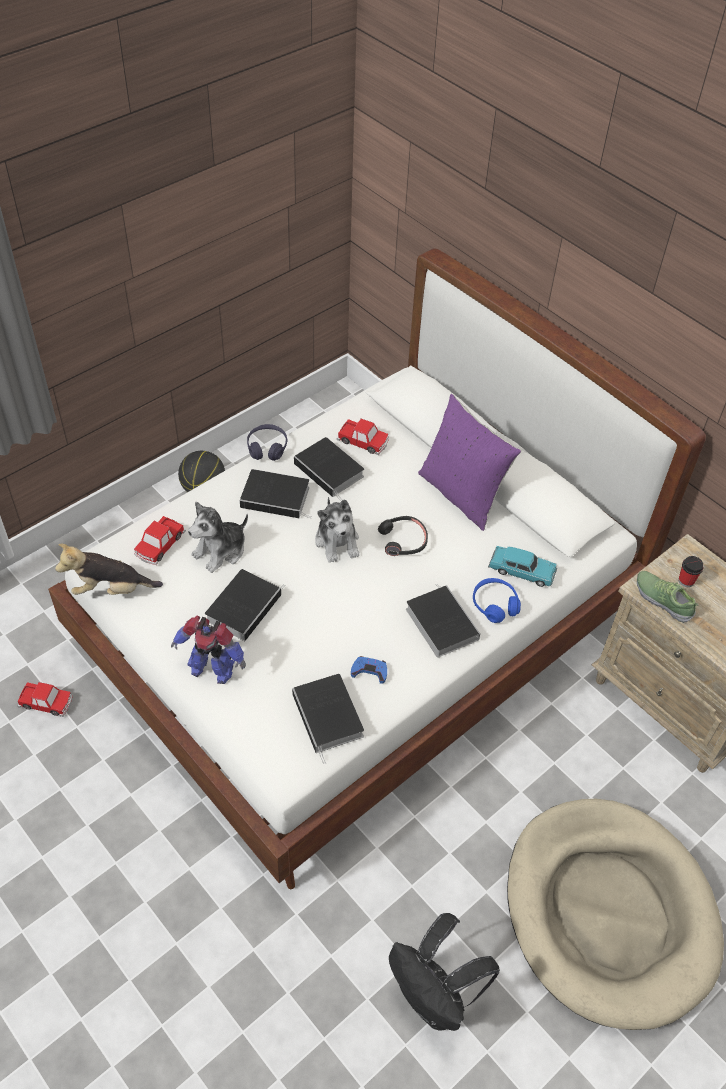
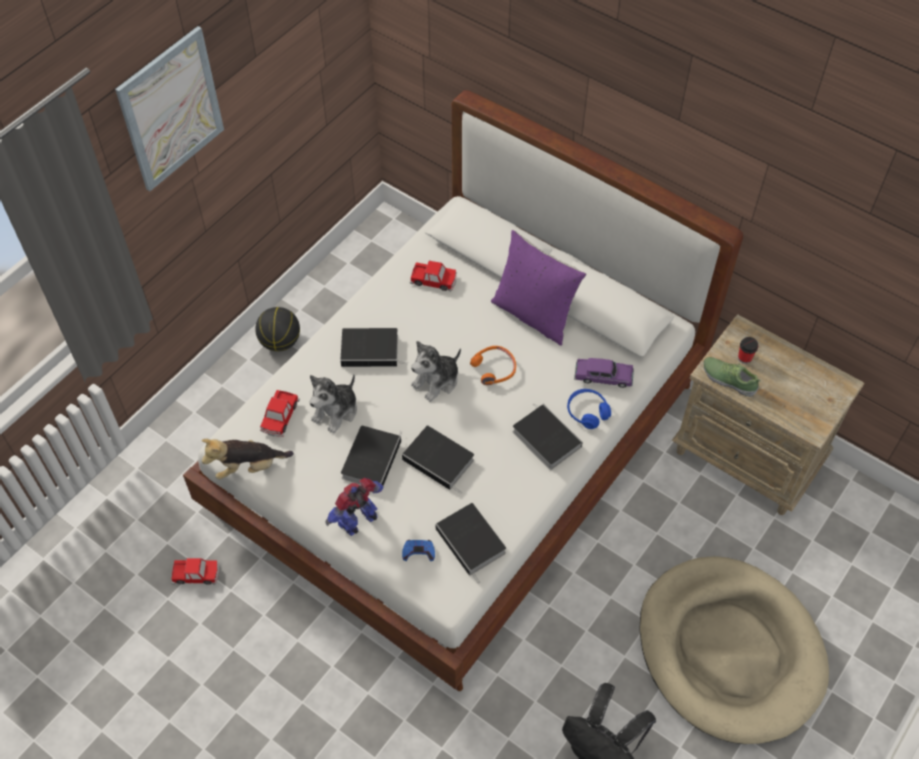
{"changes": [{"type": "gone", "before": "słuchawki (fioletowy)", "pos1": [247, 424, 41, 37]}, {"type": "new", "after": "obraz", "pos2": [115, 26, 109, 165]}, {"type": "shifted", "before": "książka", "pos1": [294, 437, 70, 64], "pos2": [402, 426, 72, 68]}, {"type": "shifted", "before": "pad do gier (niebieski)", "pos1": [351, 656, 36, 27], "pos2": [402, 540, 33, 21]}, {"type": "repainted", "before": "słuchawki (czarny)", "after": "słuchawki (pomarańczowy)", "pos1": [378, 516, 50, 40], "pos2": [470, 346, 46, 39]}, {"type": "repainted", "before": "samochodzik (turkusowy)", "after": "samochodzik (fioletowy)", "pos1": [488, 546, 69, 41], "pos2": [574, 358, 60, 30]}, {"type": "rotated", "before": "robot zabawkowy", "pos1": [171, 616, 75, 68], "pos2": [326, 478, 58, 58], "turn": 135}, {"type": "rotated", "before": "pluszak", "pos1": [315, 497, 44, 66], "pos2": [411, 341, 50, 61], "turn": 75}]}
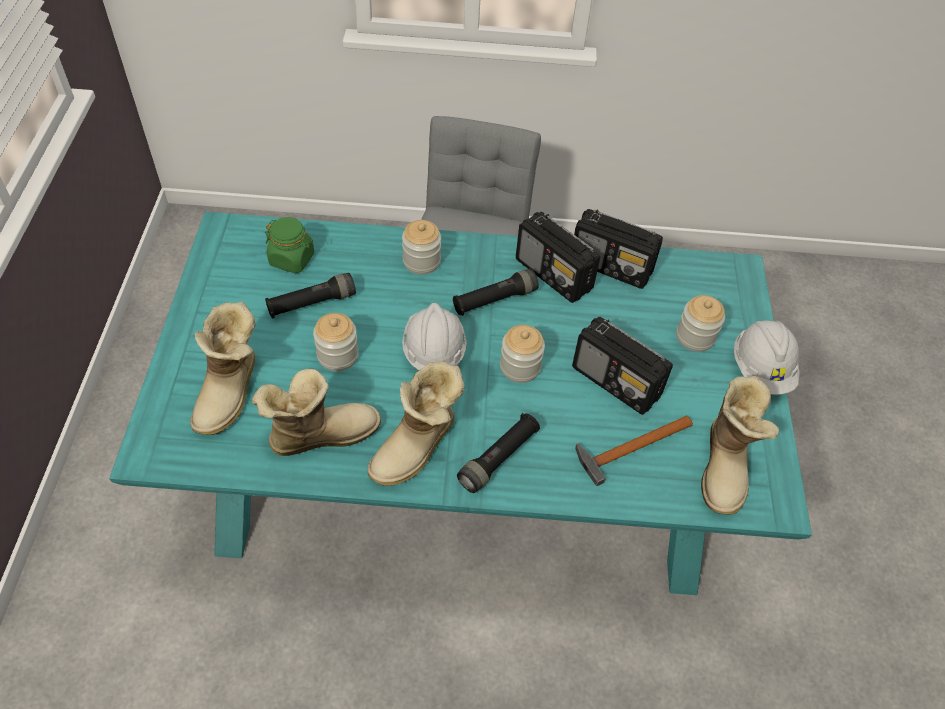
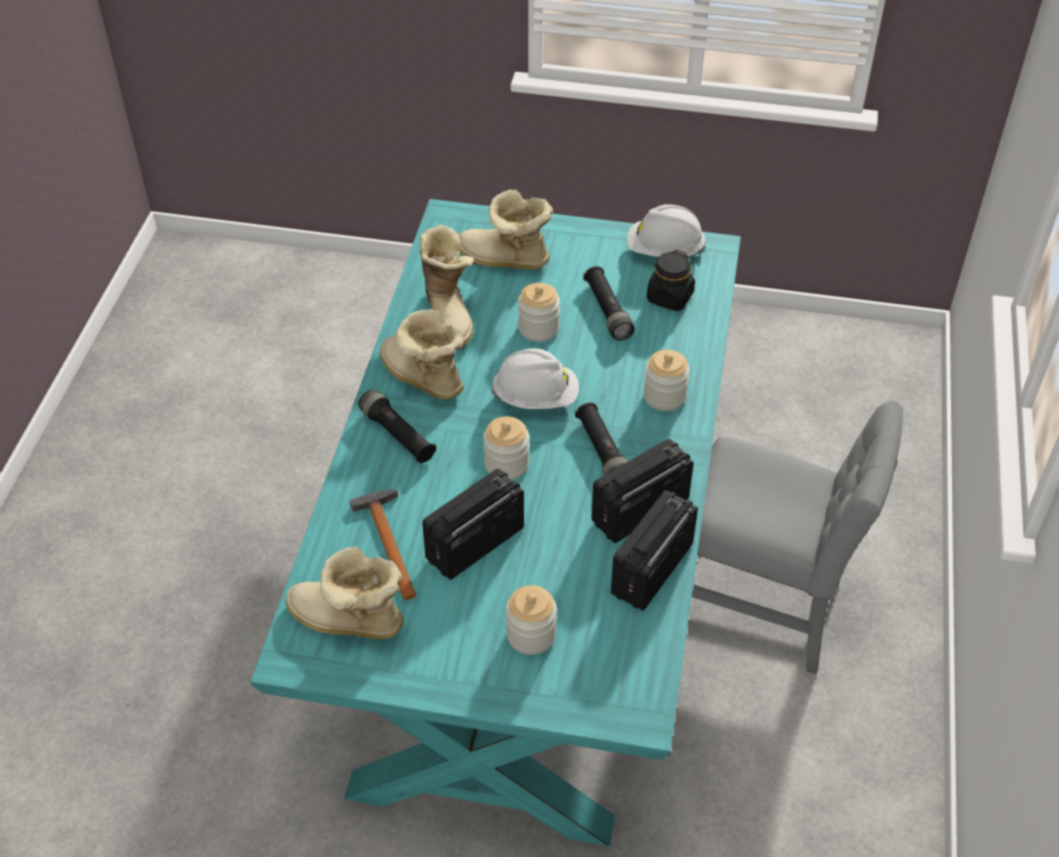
{"changes": [{"type": "shifted", "before": "kask (biały)", "pos1": [734, 320, 66, 75], "pos2": [627, 204, 79, 53]}, {"type": "repainted", "before": "słoik (zielony)", "after": "słoik (czarny)", "pos1": [265, 217, 49, 56], "pos2": [647, 250, 48, 61]}]}
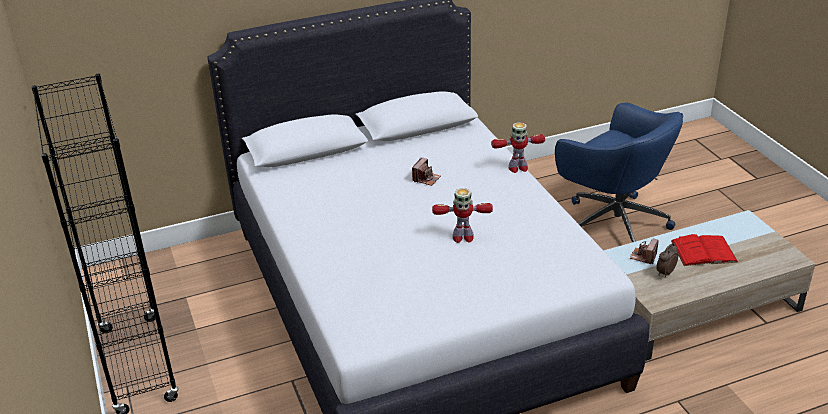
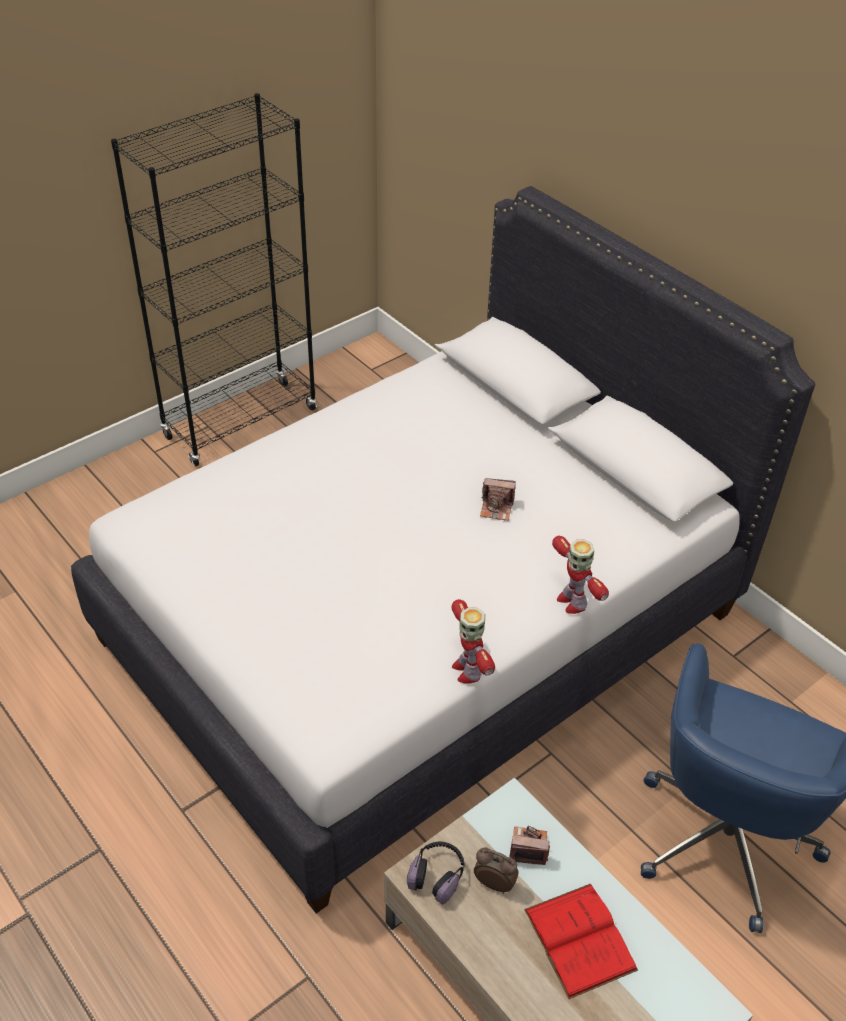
{"changes": [{"type": "new", "after": "słuchawki", "pos2": [407, 842, 57, 63]}, {"type": "shifted", "before": "robot zabawkowy", "pos1": [432, 188, 61, 55], "pos2": [452, 599, 43, 85]}]}
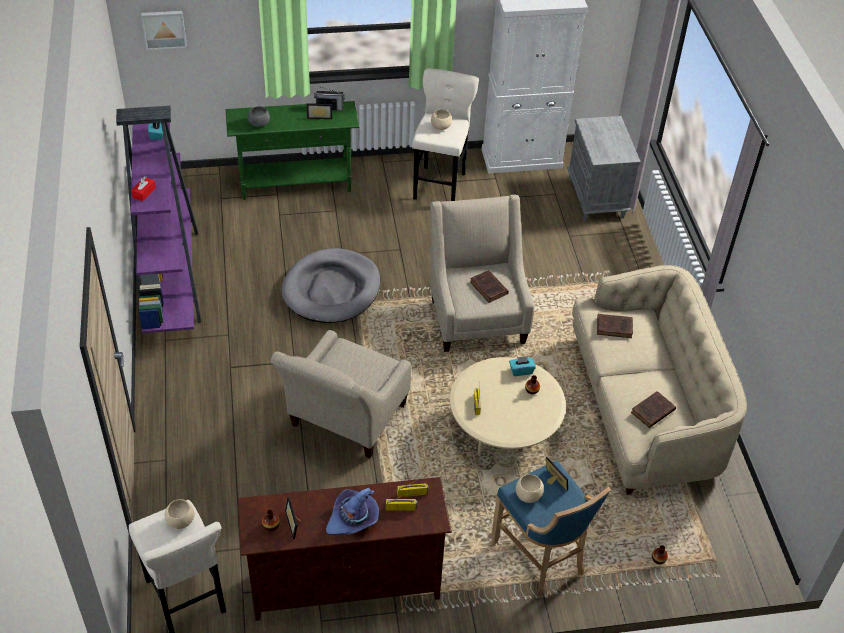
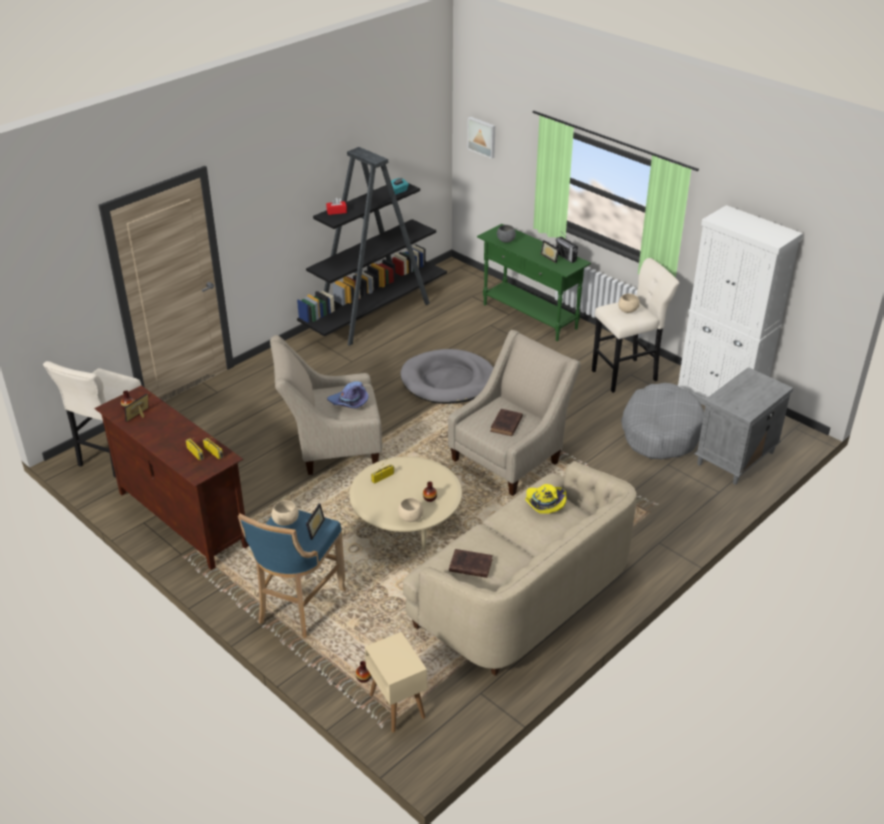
{"changes": [{"type": "gone", "before": "pudełko chusteczek (turkusowy)", "pos1": [509, 356, 27, 20]}, {"type": "new", "after": "stolik (beżowy)", "pos2": [365, 632, 62, 101]}, {"type": "new", "after": "legowisko (szary)", "pos2": [621, 383, 83, 76]}, {"type": "shifted", "before": "miska (beżowy)", "pos1": [164, 499, 30, 30], "pos2": [398, 498, 26, 24]}, {"type": "shifted", "before": "kapelusz (fioletowy)", "pos1": [326, 488, 53, 47], "pos2": [327, 381, 42, 27]}, {"type": "swapped", "before": "książka (brązowy)", "after": "kapelusz (żółty)", "pos1": [597, 314, 36, 24], "pos2": [525, 484, 41, 30]}, {"type": "repainted", "before": "regał (fioletowy)", "after": "regał (czarny)", "pos1": [116, 106, 85, 228], "pos2": [297, 147, 150, 199]}]}
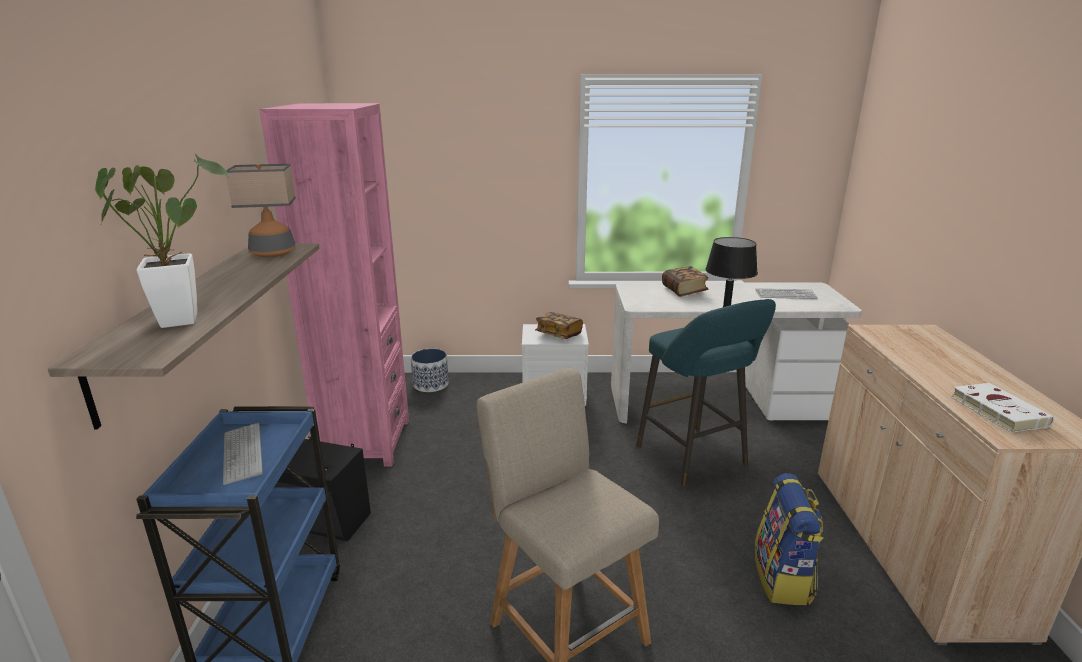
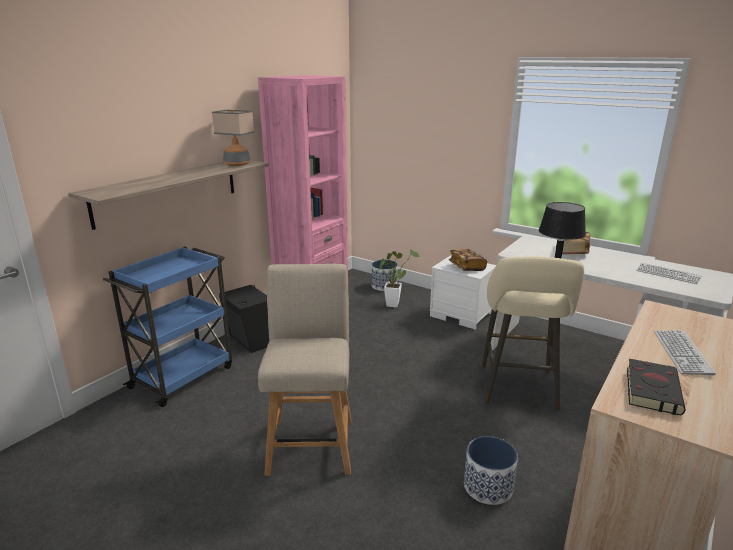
{"changes": [{"type": "shifted", "before": "roślina doniczkowa", "pos1": [95, 154, 135, 174], "pos2": [379, 249, 41, 58]}, {"type": "shifted", "before": "klawiatura", "pos1": [223, 423, 40, 62], "pos2": [654, 330, 62, 45]}, {"type": "swapped", "before": "plecak", "after": "donica", "pos1": [755, 473, 68, 132], "pos2": [464, 436, 54, 69]}, {"type": "repainted", "before": "stołek (turkusowy)", "after": "stołek (beżowy)", "pos1": [636, 299, 140, 187], "pos2": [482, 257, 102, 153]}, {"type": "repainted", "before": "książka (biały)", "after": "książka (czarny)", "pos1": [951, 383, 103, 49], "pos2": [627, 359, 59, 56]}]}
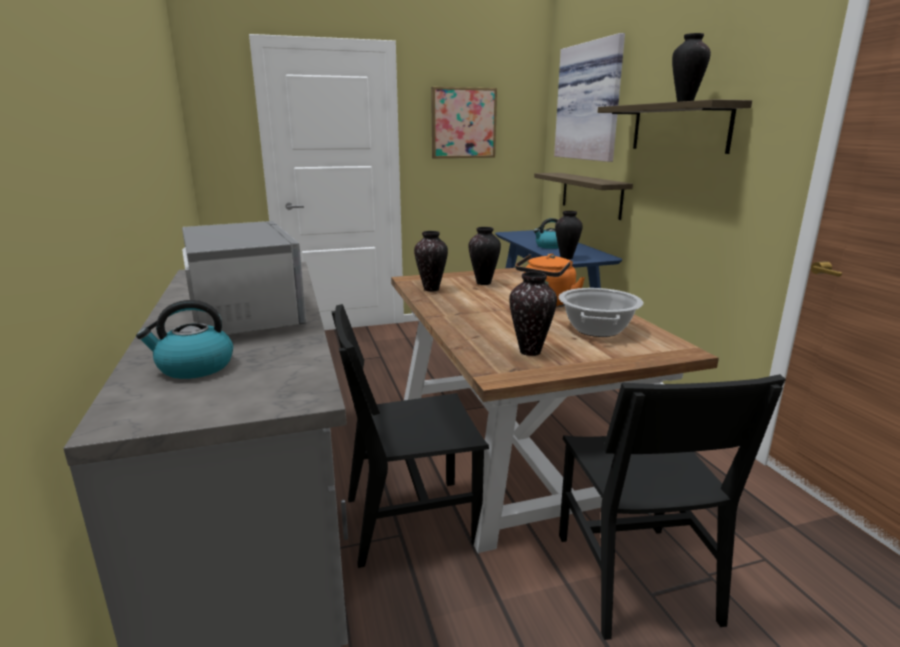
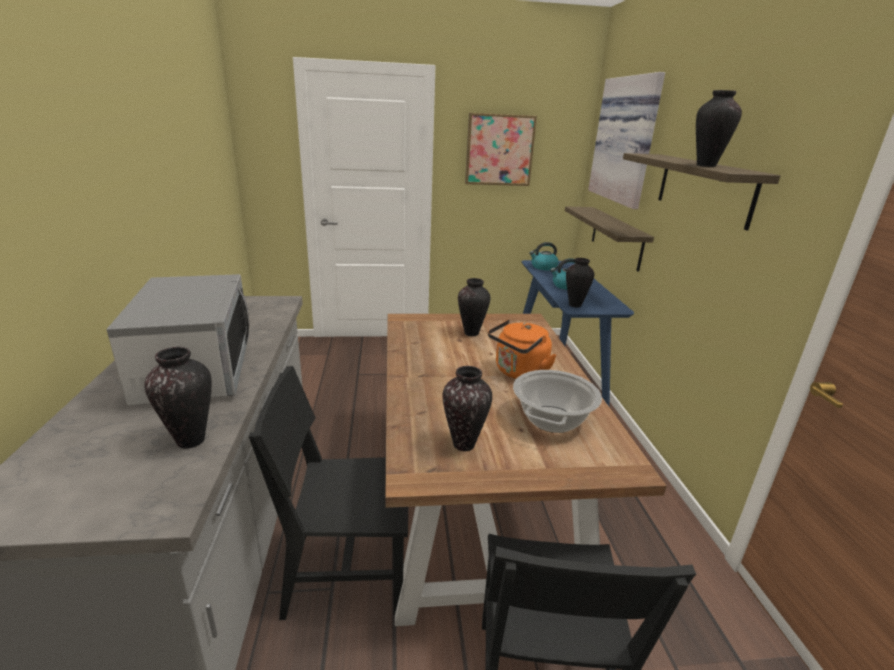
{"changes": [{"type": "shifted", "before": "czajnik", "pos1": [136, 300, 97, 79], "pos2": [529, 242, 30, 28]}, {"type": "shifted", "before": "wazon", "pos1": [414, 231, 34, 61], "pos2": [144, 347, 68, 101]}]}
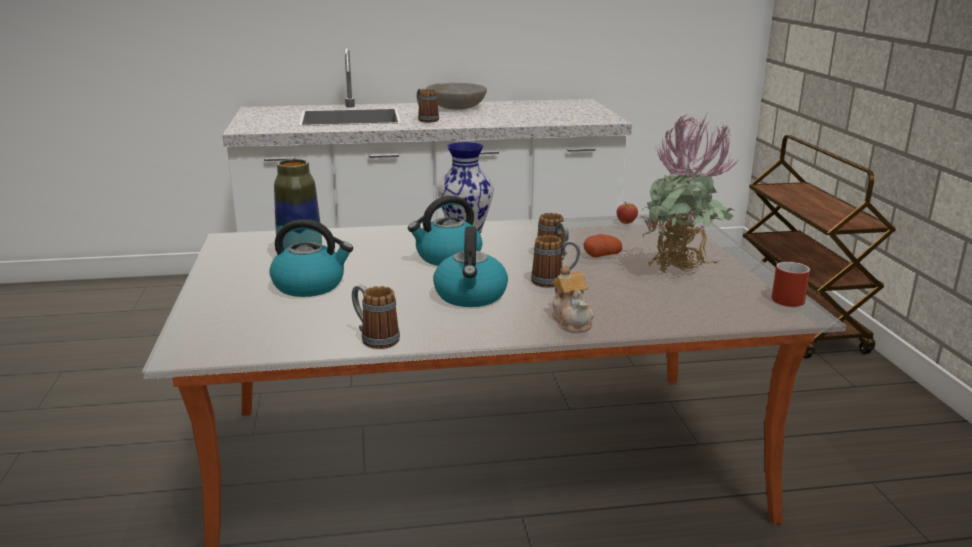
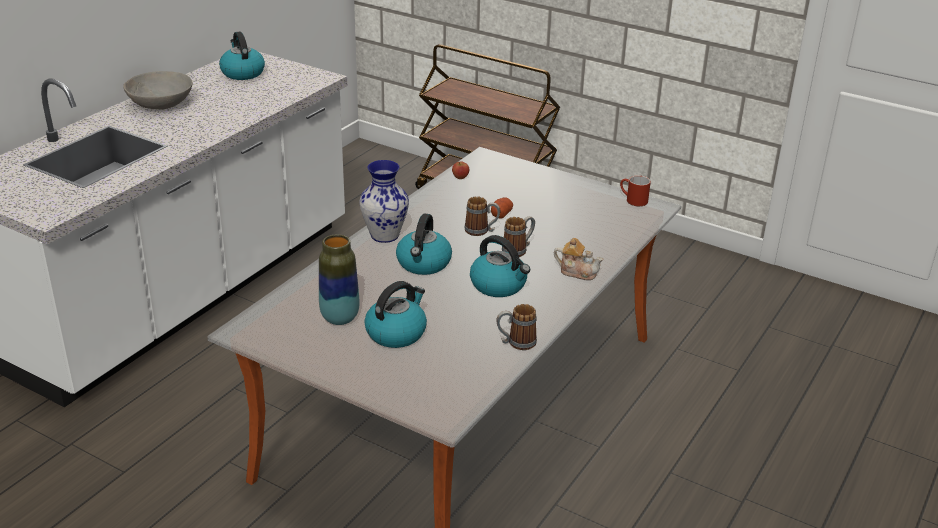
{"changes": [{"type": "gone", "before": "kubek", "pos1": [417, 89, 22, 33]}, {"type": "gone", "before": "roślina doniczkowa", "pos1": [639, 114, 99, 159]}, {"type": "new", "after": "czajnik", "pos2": [219, 31, 46, 49]}]}
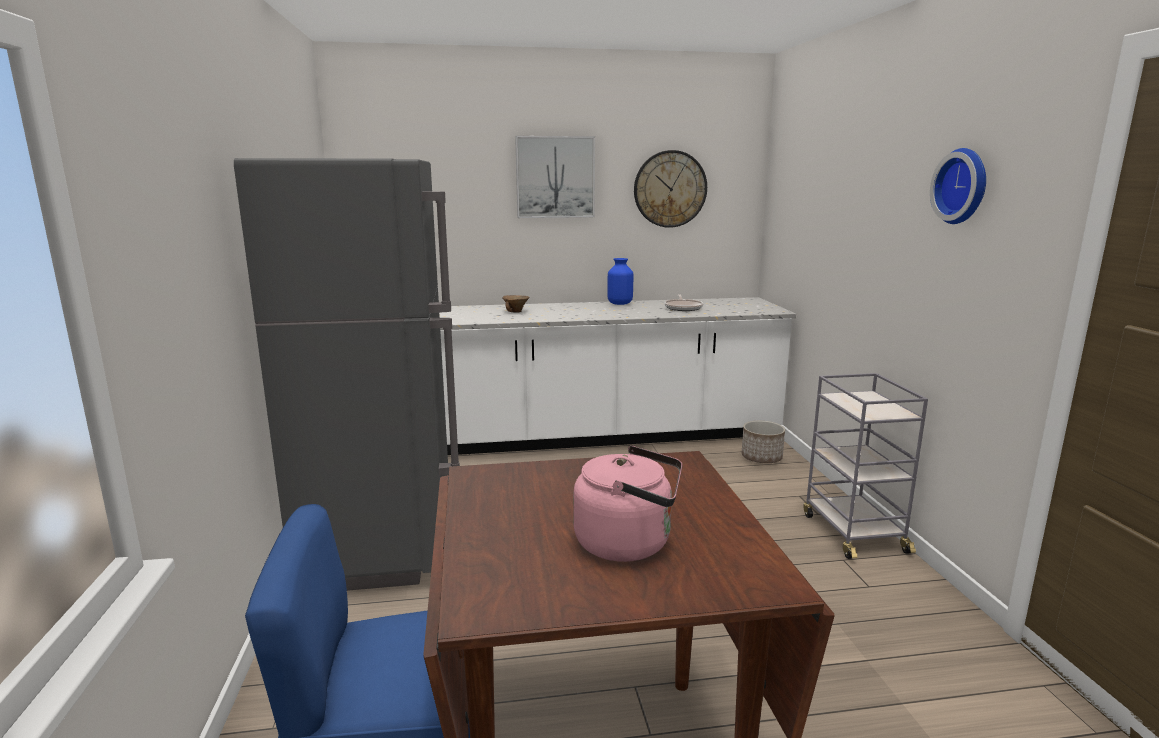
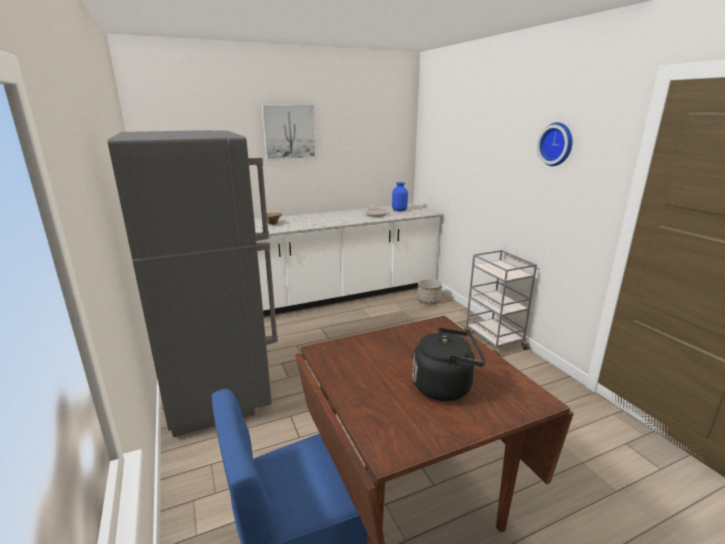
{"changes": [{"type": "gone", "before": "zegar ścienny", "pos1": [634, 150, 73, 78]}, {"type": "shifted", "before": "wazon (niebieski)", "pos1": [607, 258, 26, 47], "pos2": [392, 182, 16, 29]}, {"type": "repainted", "before": "czajnik (różowy)", "after": "czajnik (czarny)", "pos1": [573, 446, 109, 116], "pos2": [413, 327, 73, 74]}]}
